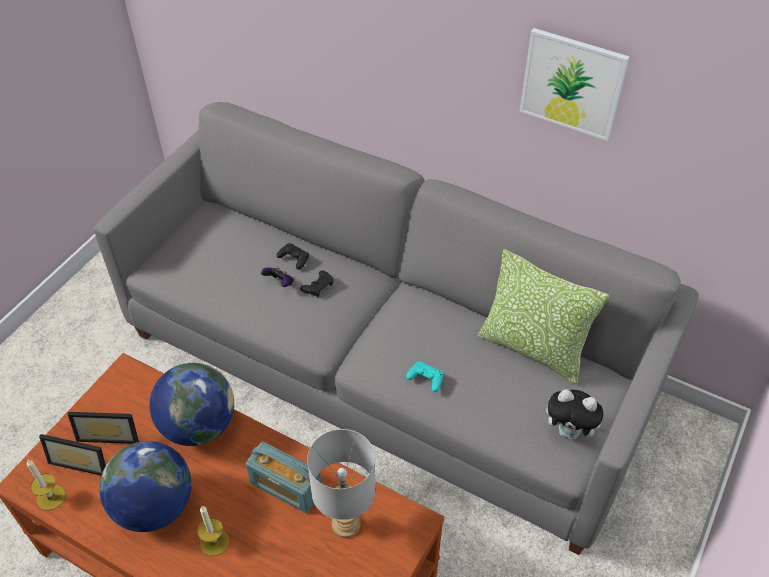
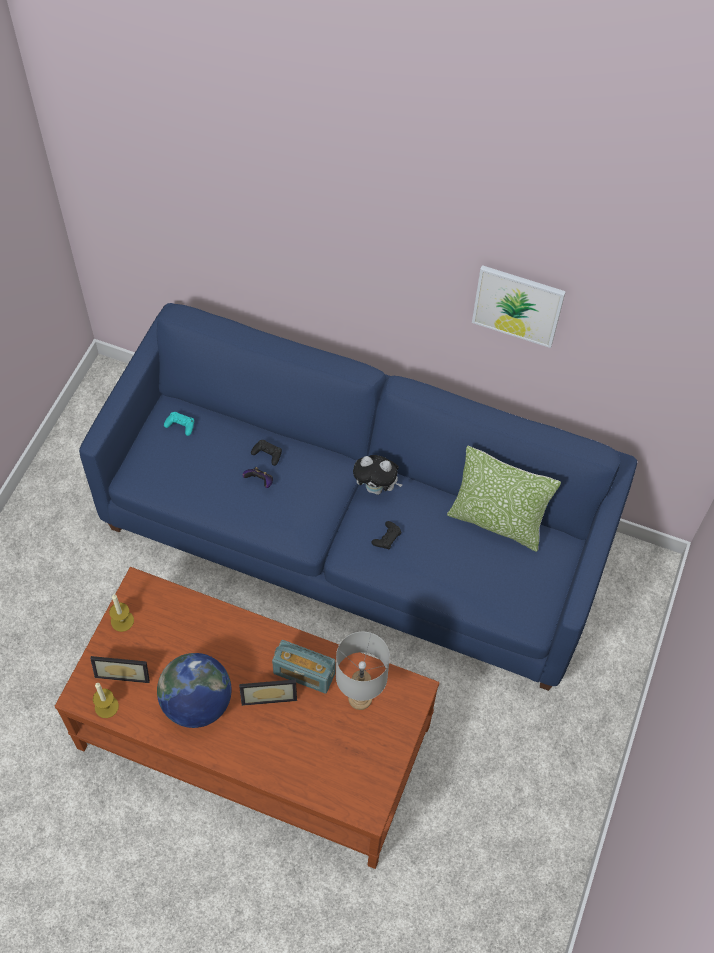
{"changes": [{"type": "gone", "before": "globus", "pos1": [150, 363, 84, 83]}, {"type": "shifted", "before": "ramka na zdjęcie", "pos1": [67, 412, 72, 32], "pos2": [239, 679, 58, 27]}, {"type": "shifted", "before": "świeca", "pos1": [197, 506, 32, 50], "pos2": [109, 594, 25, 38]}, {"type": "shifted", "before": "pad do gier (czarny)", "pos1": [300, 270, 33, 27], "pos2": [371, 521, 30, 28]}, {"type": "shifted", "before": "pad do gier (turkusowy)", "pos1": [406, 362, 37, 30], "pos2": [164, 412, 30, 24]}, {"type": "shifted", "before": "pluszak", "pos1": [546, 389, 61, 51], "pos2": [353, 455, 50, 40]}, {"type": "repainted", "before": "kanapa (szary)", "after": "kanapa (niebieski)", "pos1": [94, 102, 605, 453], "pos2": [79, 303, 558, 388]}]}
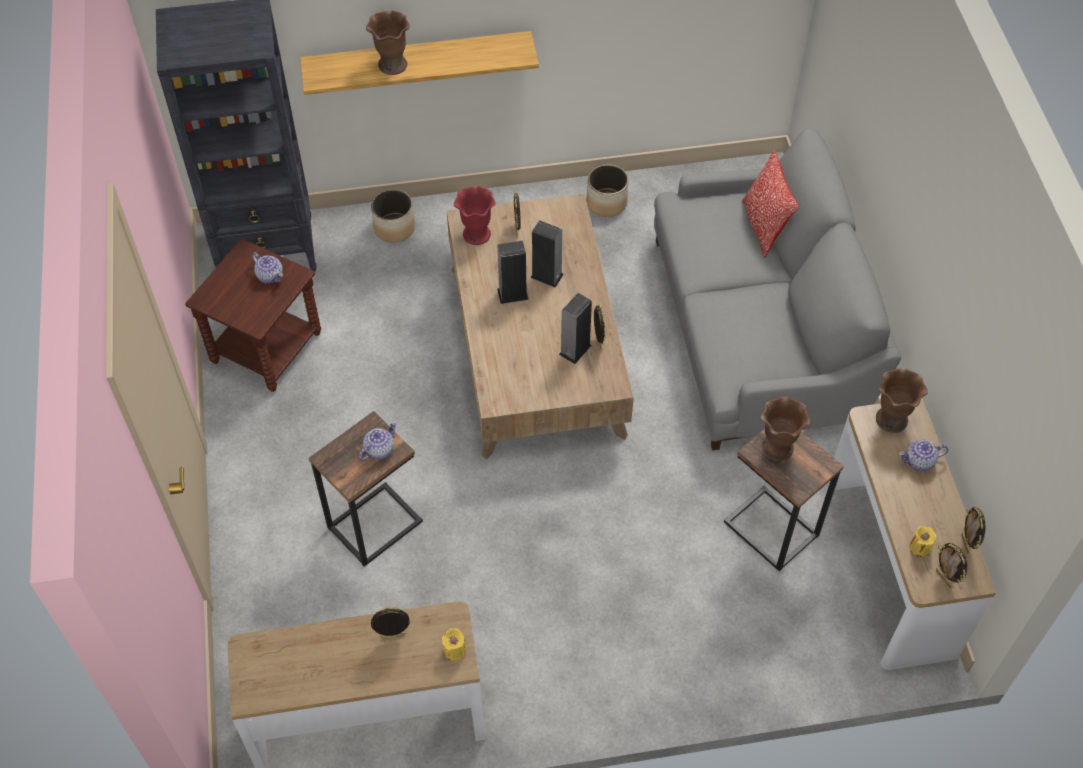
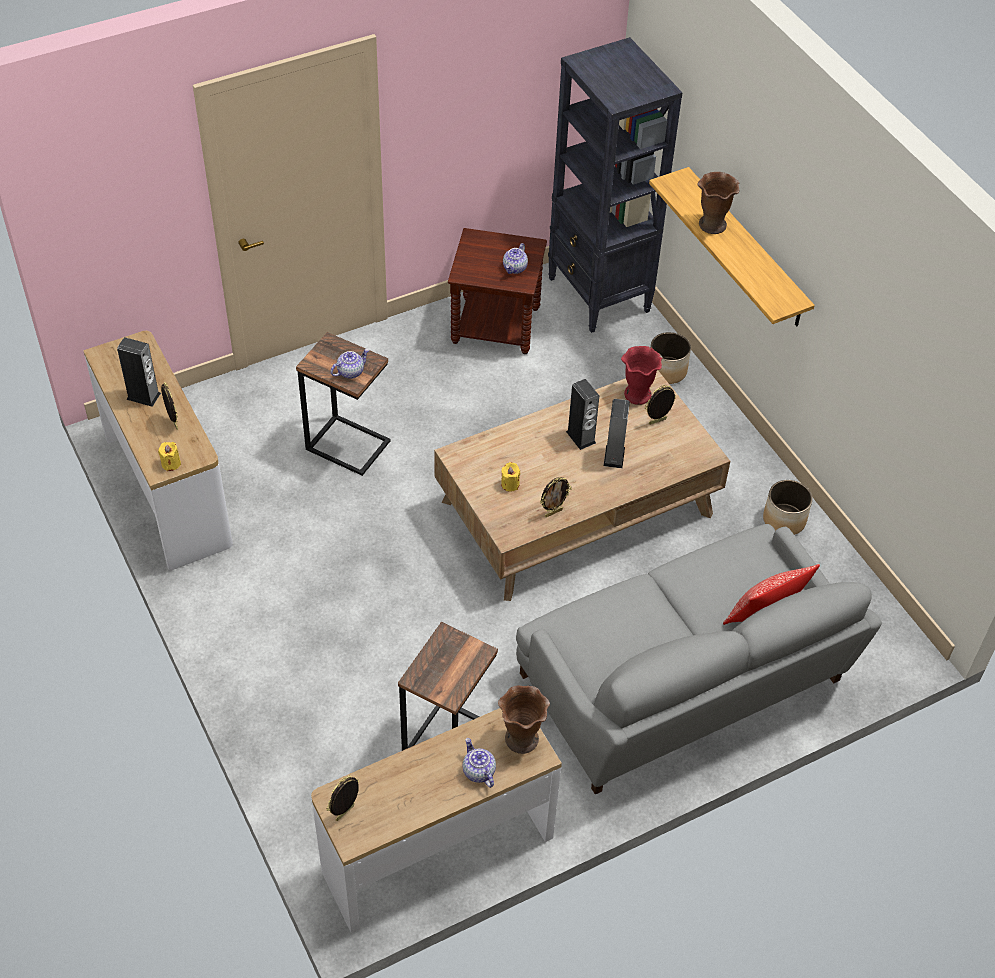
{"changes": [{"type": "gone", "before": "wazon (brązowy)", "pos1": [761, 396, 49, 65]}, {"type": "gone", "before": "ramka na zdjęcie", "pos1": [961, 507, 25, 48]}, {"type": "shifted", "before": "głośnik", "pos1": [559, 293, 33, 71], "pos2": [117, 337, 44, 70]}, {"type": "shifted", "before": "świeca (żółty)", "pos1": [909, 526, 28, 31], "pos2": [501, 462, 19, 30]}, {"type": "rotated", "before": "imbryk", "pos1": [359, 422, 38, 39], "pos2": [330, 349, 39, 30], "turn": -60}]}
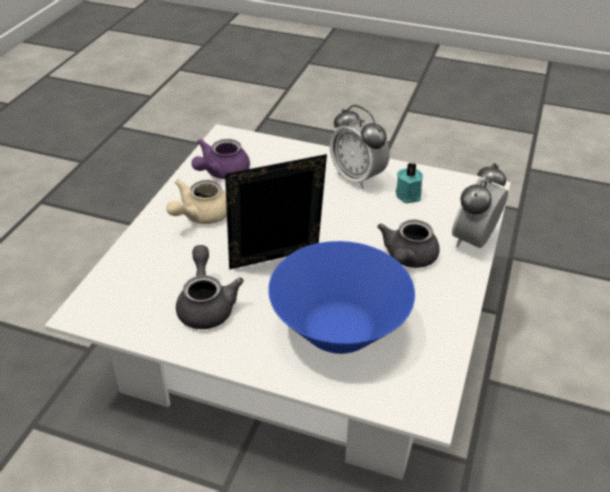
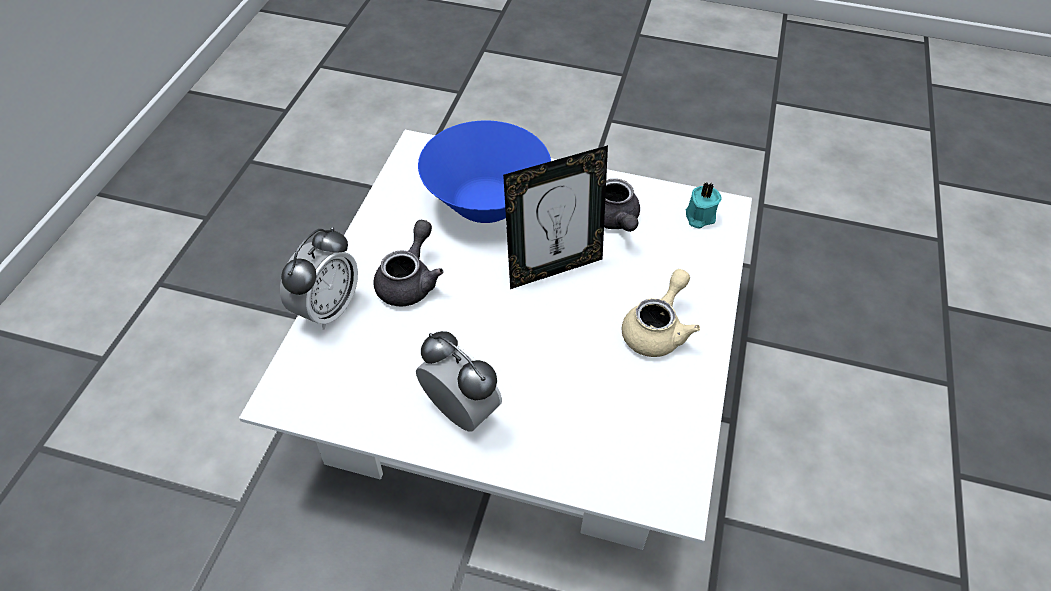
{"changes": [{"type": "gone", "before": "imbryk (fioletowy)", "pos1": [191, 139, 59, 40]}, {"type": "shifted", "before": "świeca (turkusowy)", "pos1": [396, 163, 27, 40], "pos2": [686, 183, 36, 46]}]}
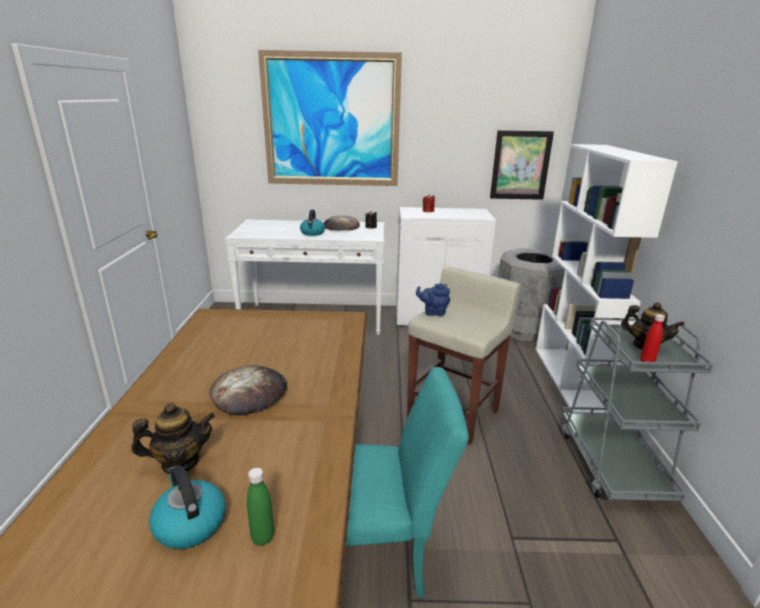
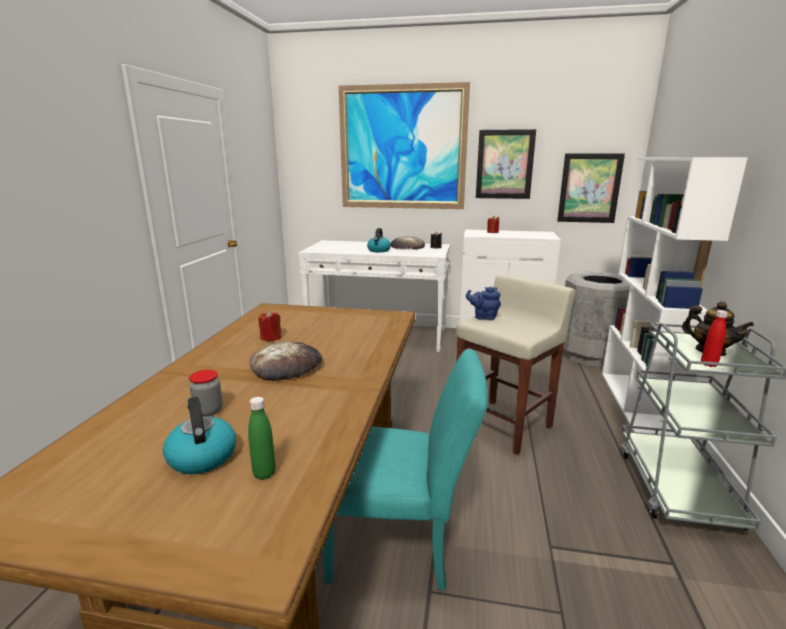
{"changes": [{"type": "new", "after": "świeca (czerwony)", "pos2": [259, 311, 22, 30]}, {"type": "new", "after": "obraz", "pos2": [476, 129, 60, 70]}, {"type": "swapped", "before": "imbryk", "after": "słoik", "pos1": [132, 403, 83, 70], "pos2": [189, 370, 34, 46]}]}
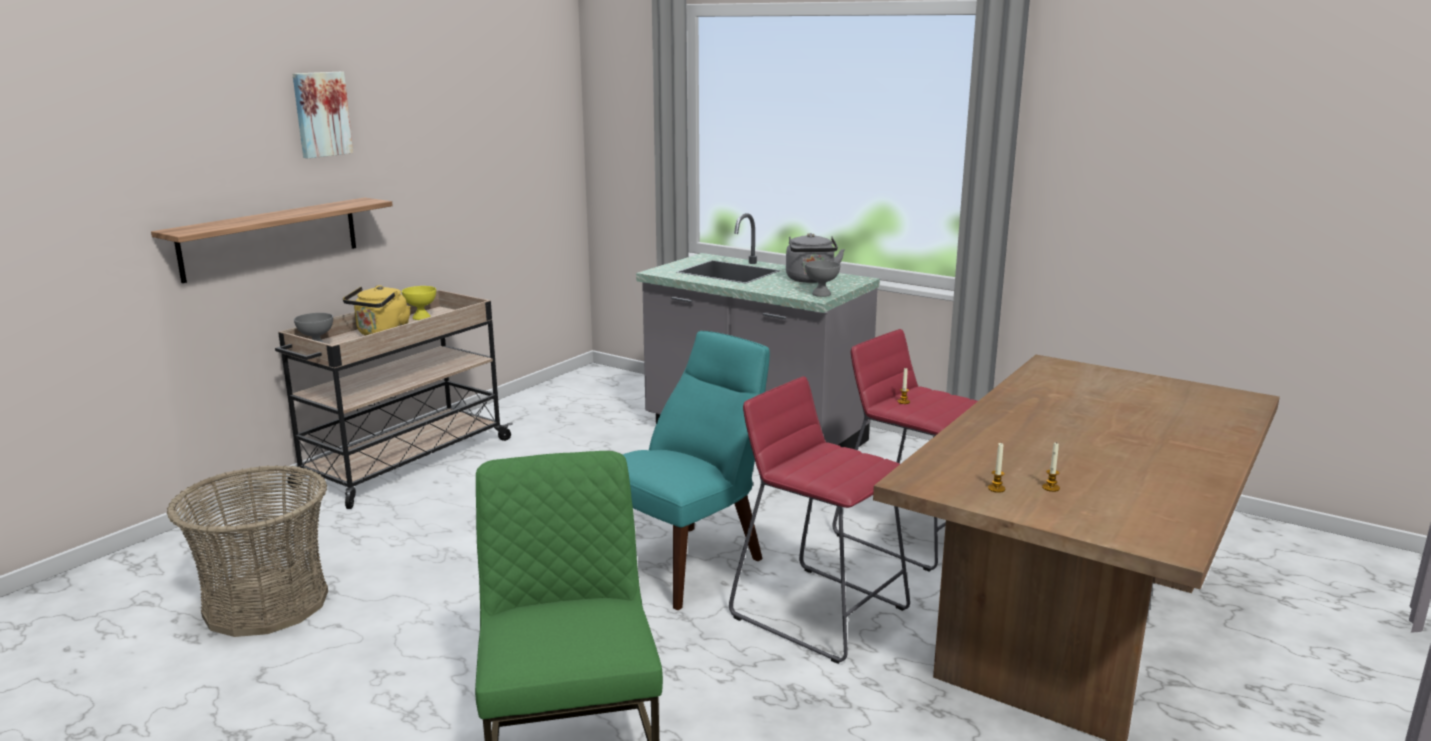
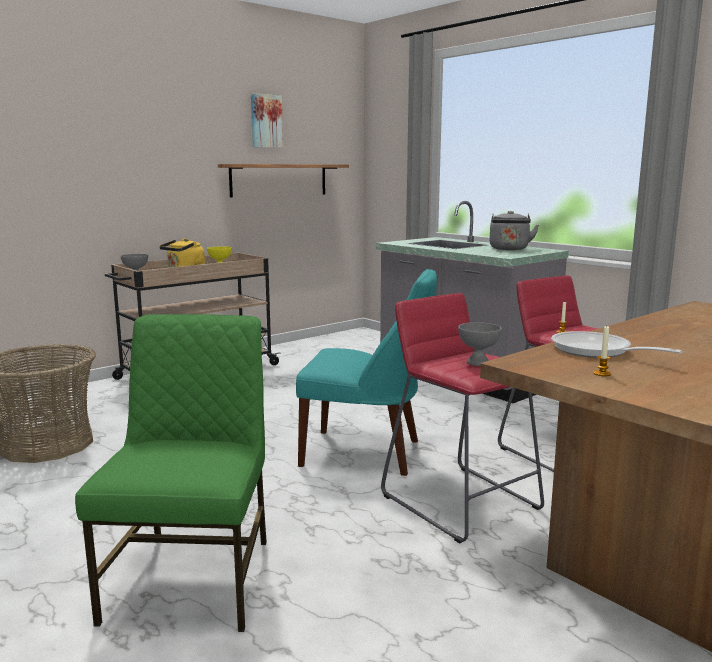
{"changes": [{"type": "gone", "before": "świeca", "pos1": [1042, 442, 18, 50]}, {"type": "new", "after": "patelnia", "pos2": [551, 331, 131, 27]}, {"type": "shifted", "before": "półka", "pos1": [151, 198, 242, 85], "pos2": [218, 164, 131, 34]}, {"type": "shifted", "before": "obraz", "pos1": [293, 72, 60, 86], "pos2": [251, 93, 32, 55]}, {"type": "shifted", "before": "miska (szary)", "pos1": [805, 260, 36, 37], "pos2": [458, 322, 44, 44]}, {"type": "rotated", "before": "krzesło (turkusowy)", "pos1": [622, 331, 148, 279], "pos2": [296, 269, 141, 207], "turn": 45}]}
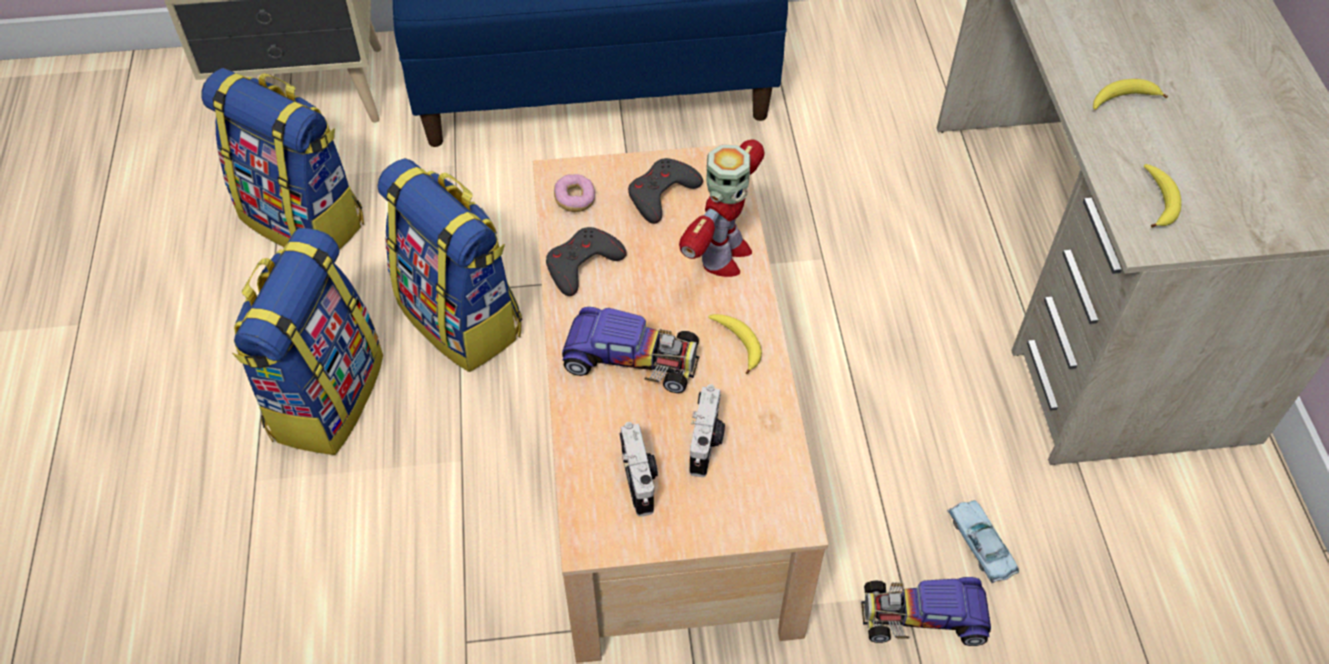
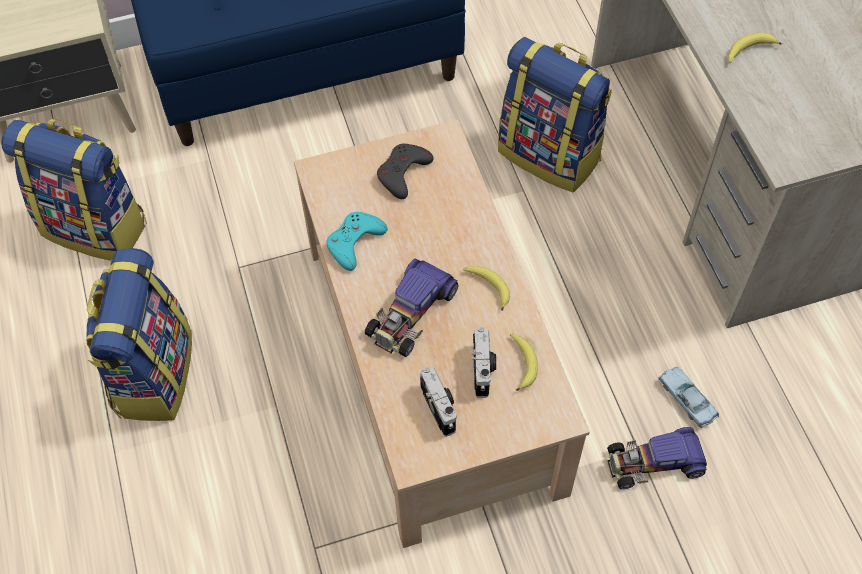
{"changes": [{"type": "gone", "before": "donut", "pos1": [554, 174, 41, 38]}, {"type": "gone", "before": "robot zabawkowy", "pos1": [679, 140, 85, 137]}, {"type": "shifted", "before": "plecak", "pos1": [377, 158, 145, 214], "pos2": [498, 37, 114, 155]}, {"type": "shifted", "before": "banan", "pos1": [1144, 164, 37, 64], "pos2": [510, 333, 28, 58]}, {"type": "repainted", "before": "pad do gier (szary)", "after": "pad do gier (turkusowy)", "pos1": [546, 227, 81, 69], "pos2": [326, 212, 62, 59]}, {"type": "rotated", "before": "samochodzik", "pos1": [562, 307, 137, 86], "pos2": [365, 259, 93, 98], "turn": 120}]}
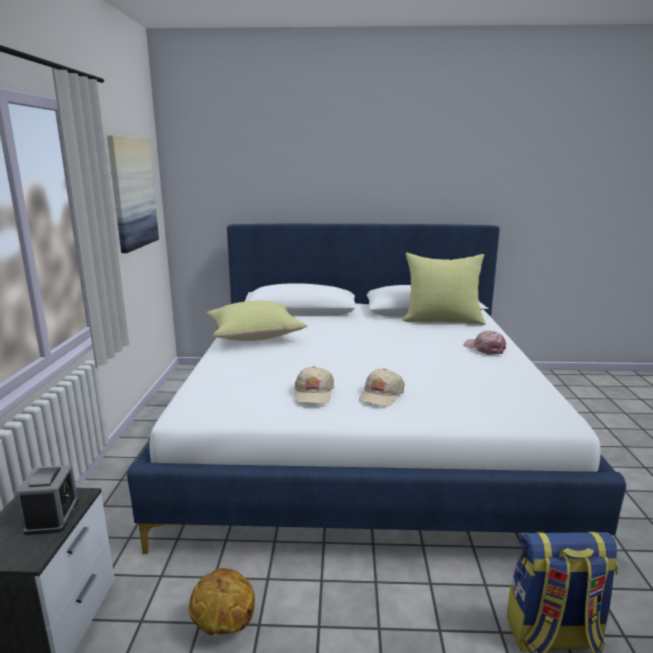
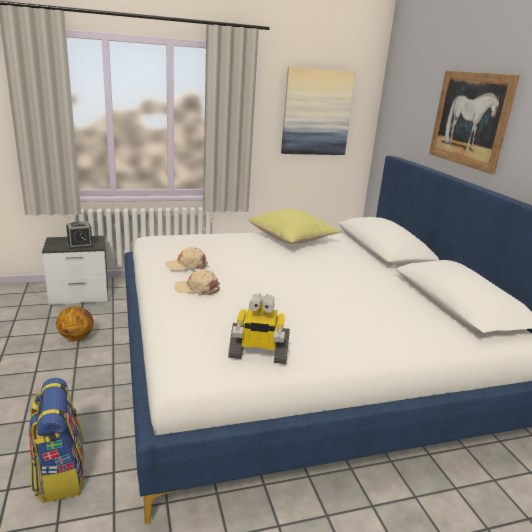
{"changes": [{"type": "gone", "before": "poduszka (żółty)", "pos1": [403, 253, 83, 72]}, {"type": "gone", "before": "czapka z daszkiem (różowy)", "pos1": [464, 330, 42, 25]}, {"type": "new", "after": "robot zabawkowy", "pos2": [228, 293, 62, 71]}, {"type": "new", "after": "obraz", "pos2": [429, 71, 91, 103]}]}
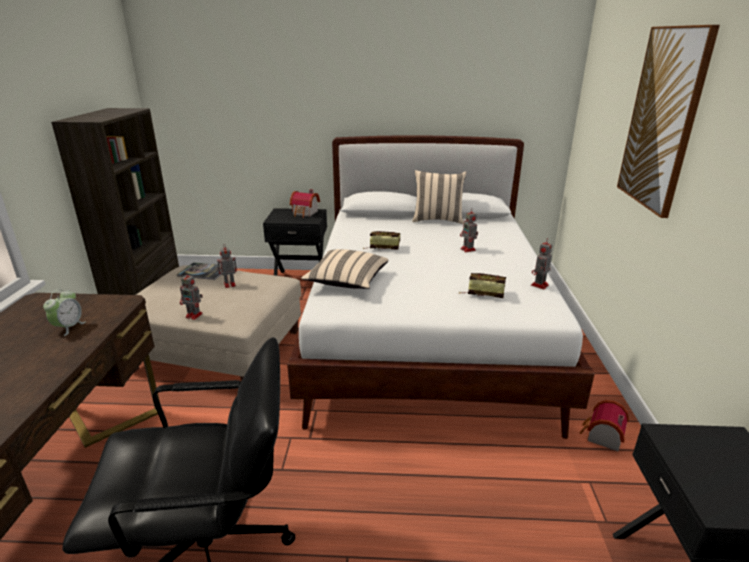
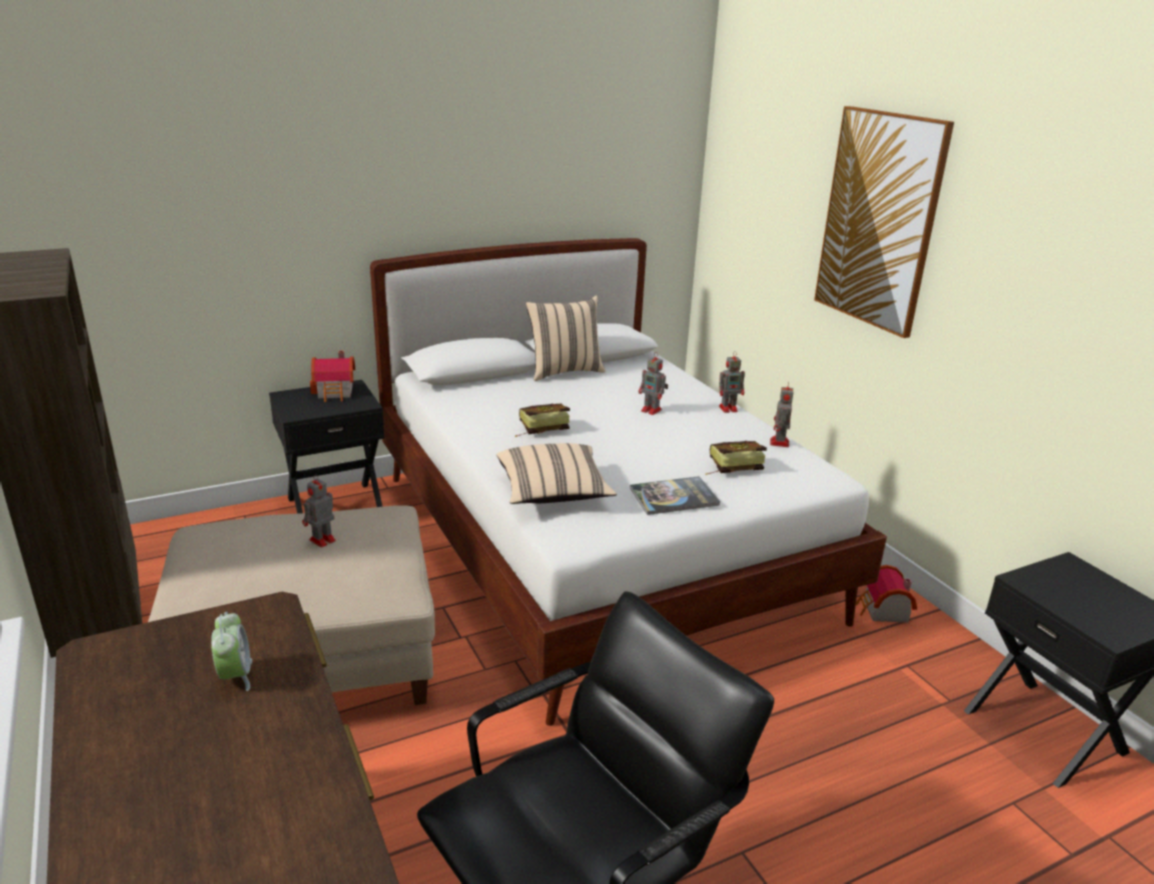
{"changes": [{"type": "shifted", "before": "książka", "pos1": [177, 262, 45, 18], "pos2": [630, 476, 90, 39]}, {"type": "shifted", "before": "robot zabawkowy", "pos1": [180, 271, 23, 49], "pos2": [719, 351, 26, 62]}]}
